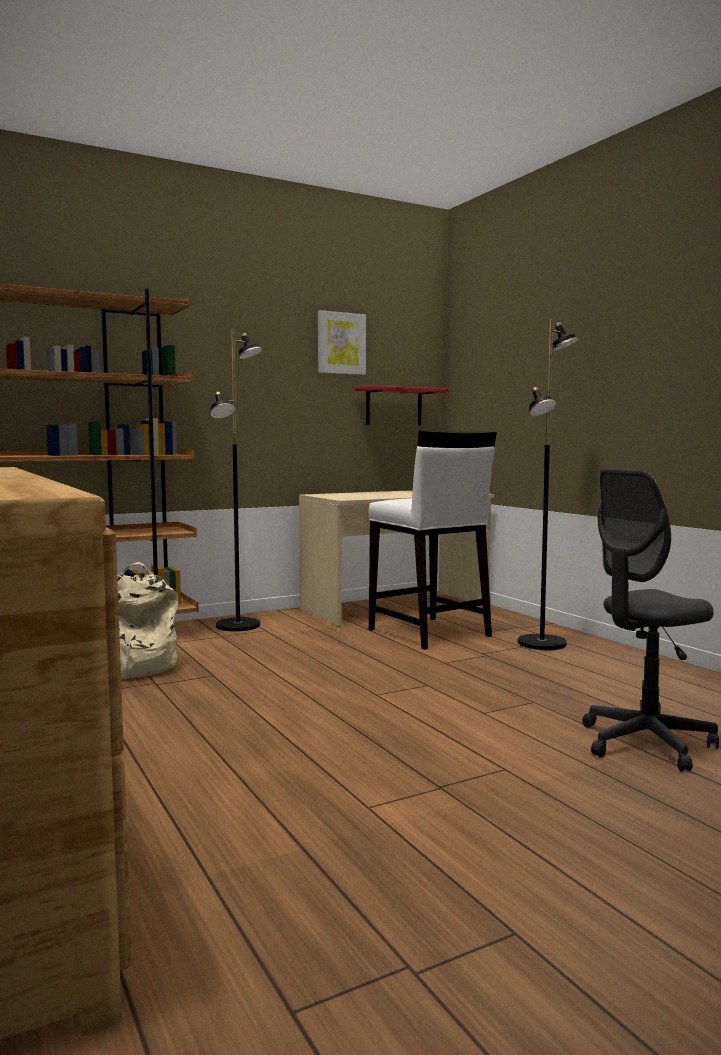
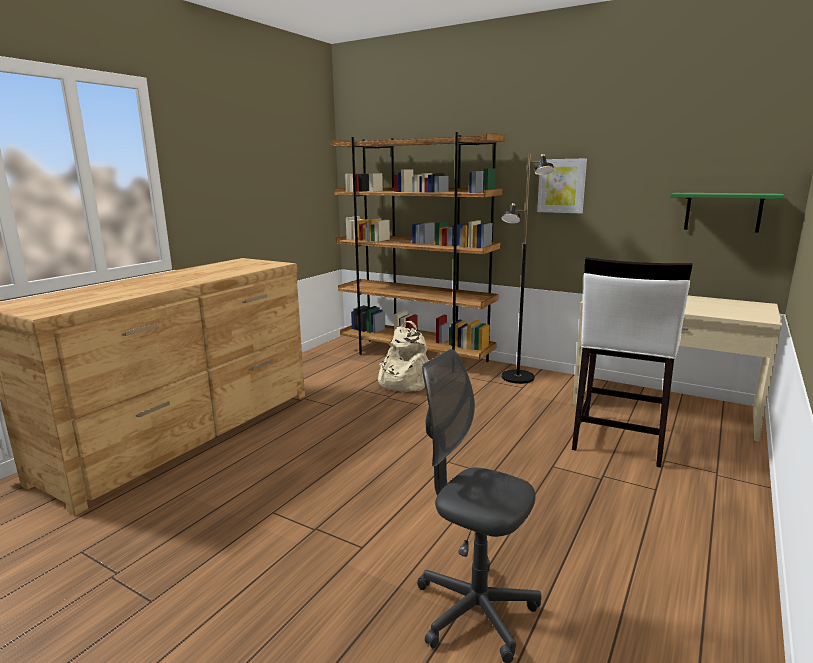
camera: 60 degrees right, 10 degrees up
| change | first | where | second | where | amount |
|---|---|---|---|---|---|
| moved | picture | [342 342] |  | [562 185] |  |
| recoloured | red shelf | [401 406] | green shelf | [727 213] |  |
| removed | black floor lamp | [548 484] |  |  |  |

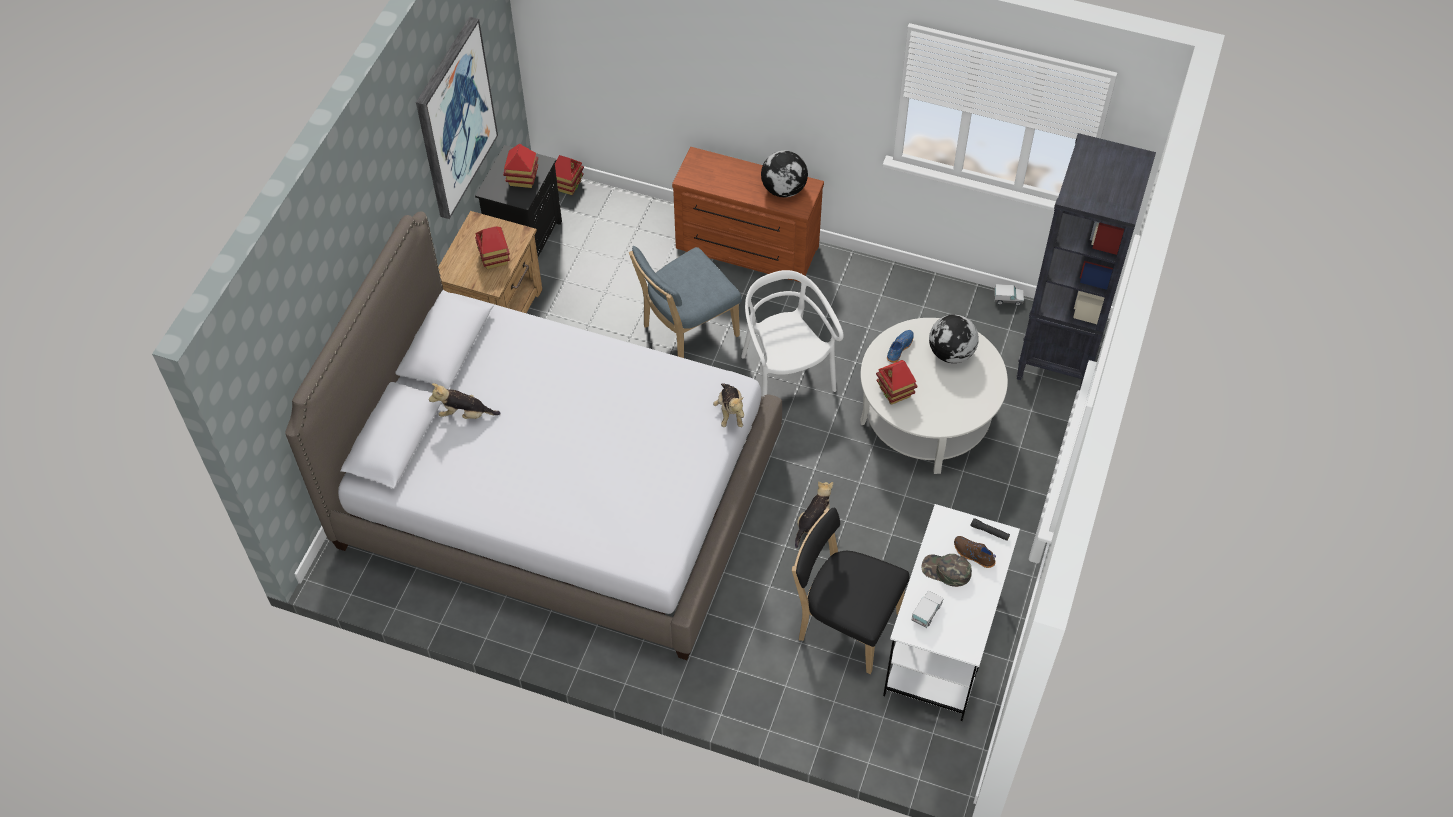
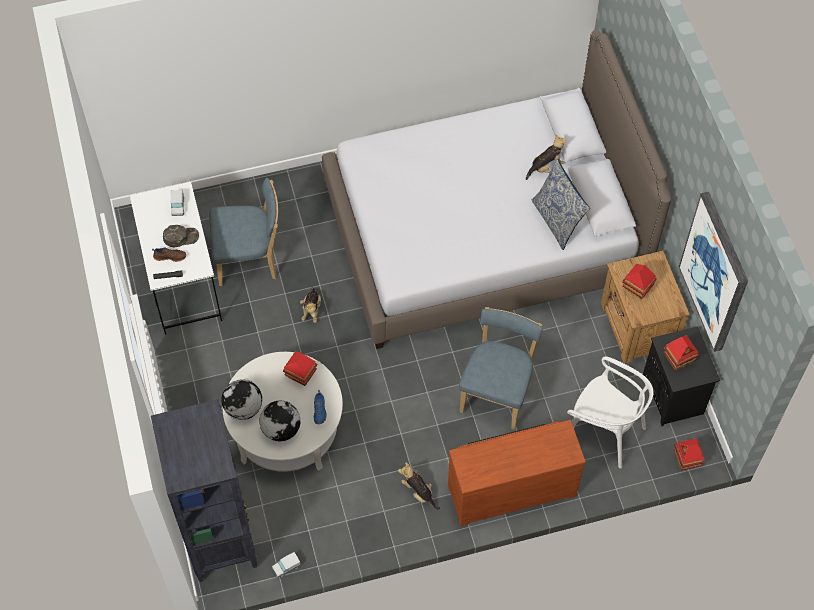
camera: 145 degrees right, 5 degrees up
| change | first | where | second | where | amount |
|---|---|---|---|---|---|
| moved | plush toy | [728 405] |  | [419 486] |  |
| moved | white chair | [792 333] |  | [610 412] |  |
| moved | globe | [784 174] |  | [242 399] |  |
| recoloured | black chair | [850 591] | blue chair | [243 232] |  |
| added |  |  | pillow | [561 204] |  |

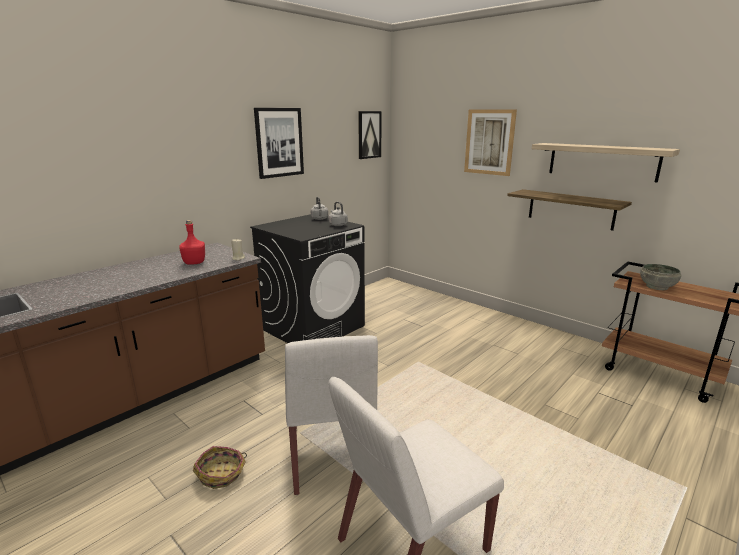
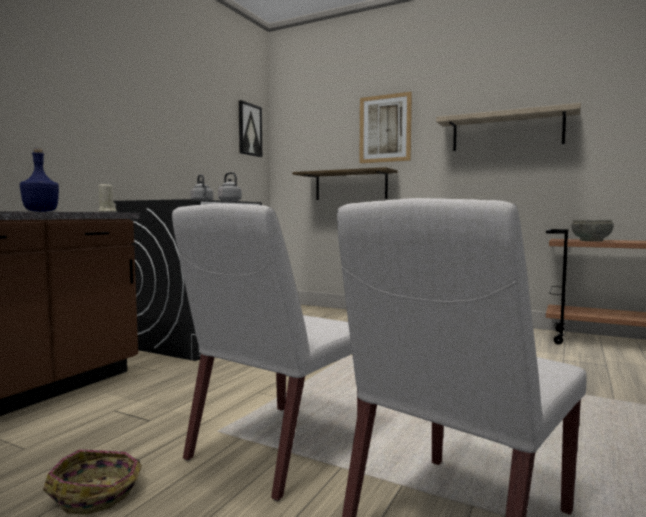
camera: 15 degrees left, 15 degrees down
| change | first | where | second | where | amount |
|---|---|---|---|---|---|
| recoloured | red bottle | [192 242] | blue bottle | [39 180] |  |
| removed | picture | [279 143] |  |  |  |
| turned | white chair | [331 415] |  | [266 352] | 60 degrees clockwise |
| moved | shelf | [569 210] |  | [345 183] |  |

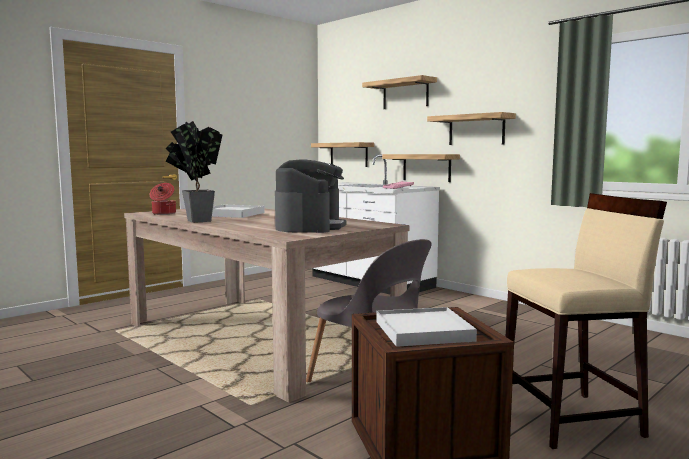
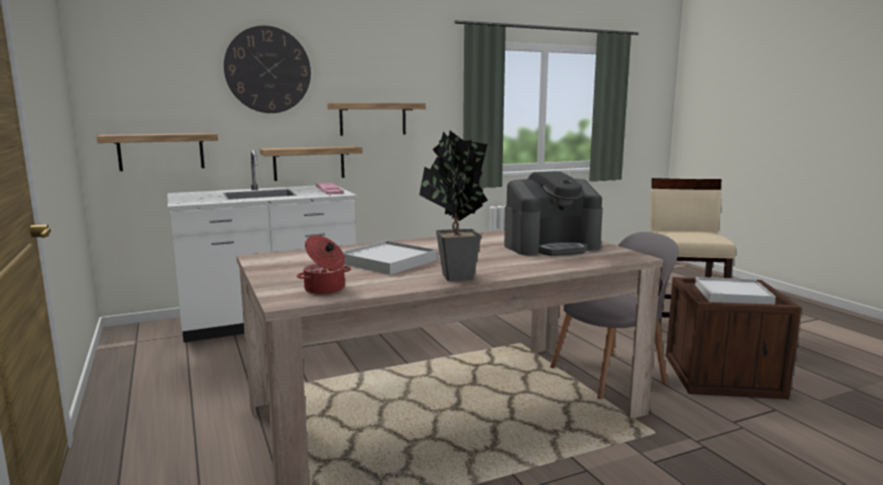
camera: 70 degrees left, 5 degrees up
| change | first | where | second | where | amount |
|---|---|---|---|---|---|
| turned | coffee machine | [310 196] |  | [553 213] | 135 degrees clockwise |
| replaced | shelf | [399 92] | wall clock | [267 69] |  |

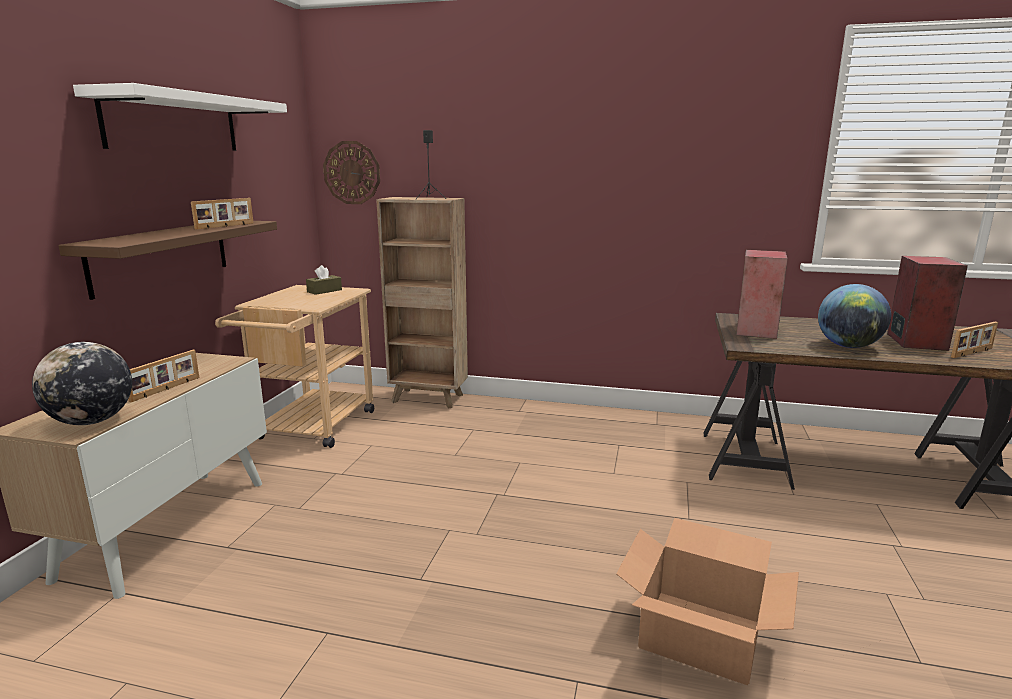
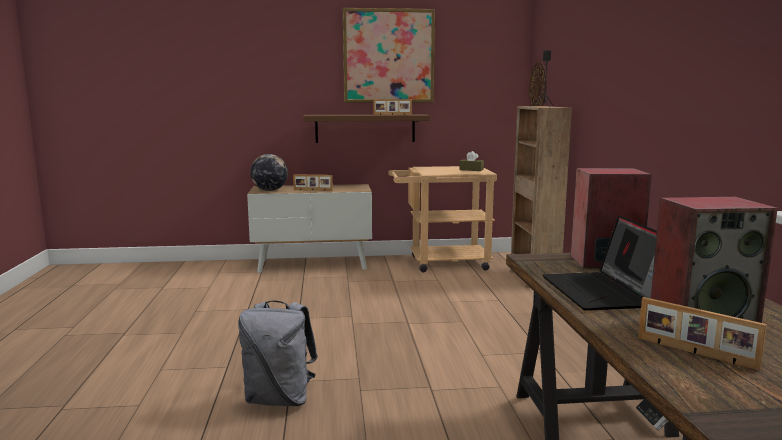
camera: 70 degrees right, 5 degrees down
| change | first | where | second | where | amount |
|---|---|---|---|---|---|
| replaced | white shelf | [180 117] | picture | [389 55] |  |
| replaced | cardboard box | [707 601] | grey backpack | [278 353] |  |
| replaced | globe | [854 316] | laptop | [600 263] |  |

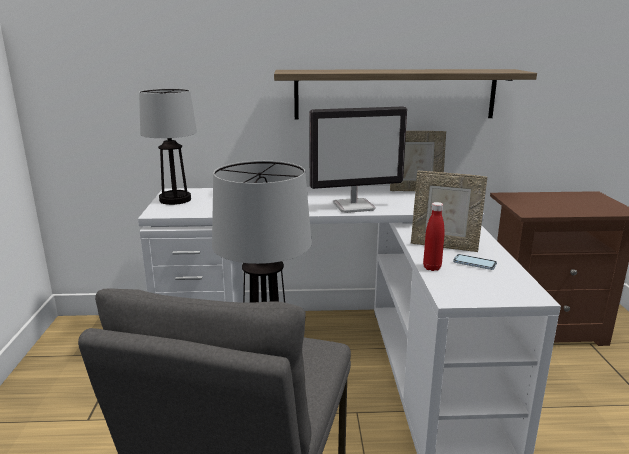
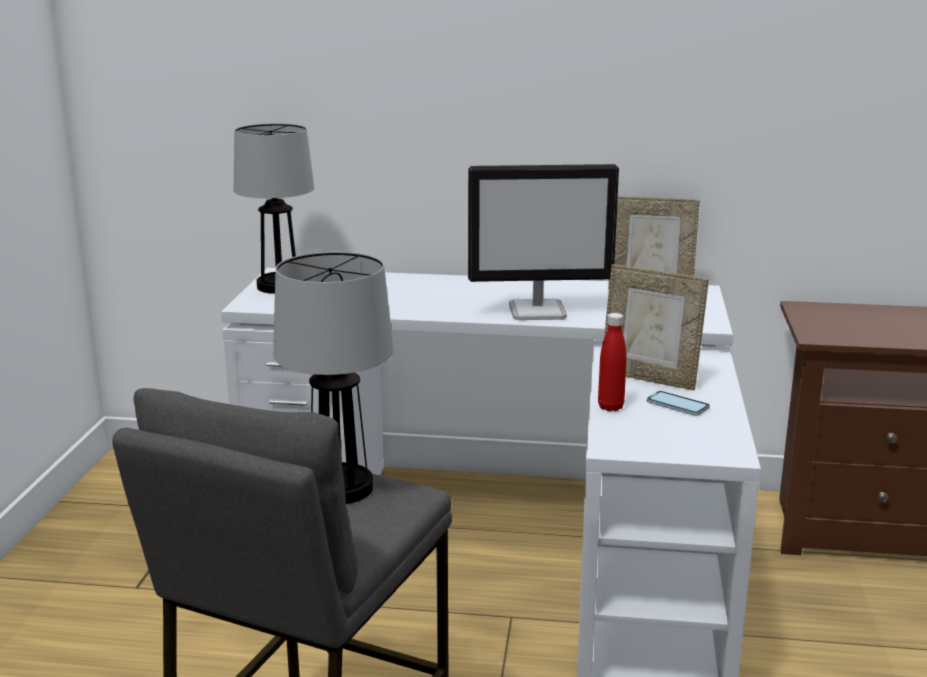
camera: 10 degrees right, 0 degrees up
| change | first | where | second | where | amount |
|---|---|---|---|---|---|
| removed | shelf | [405 94] |  |  |  |

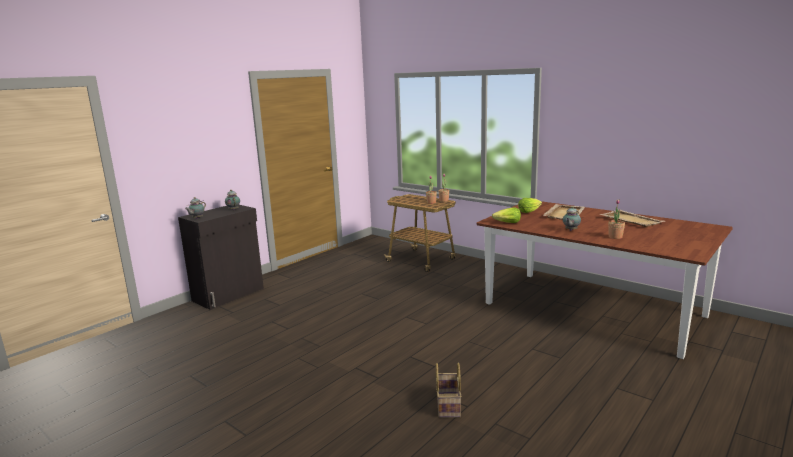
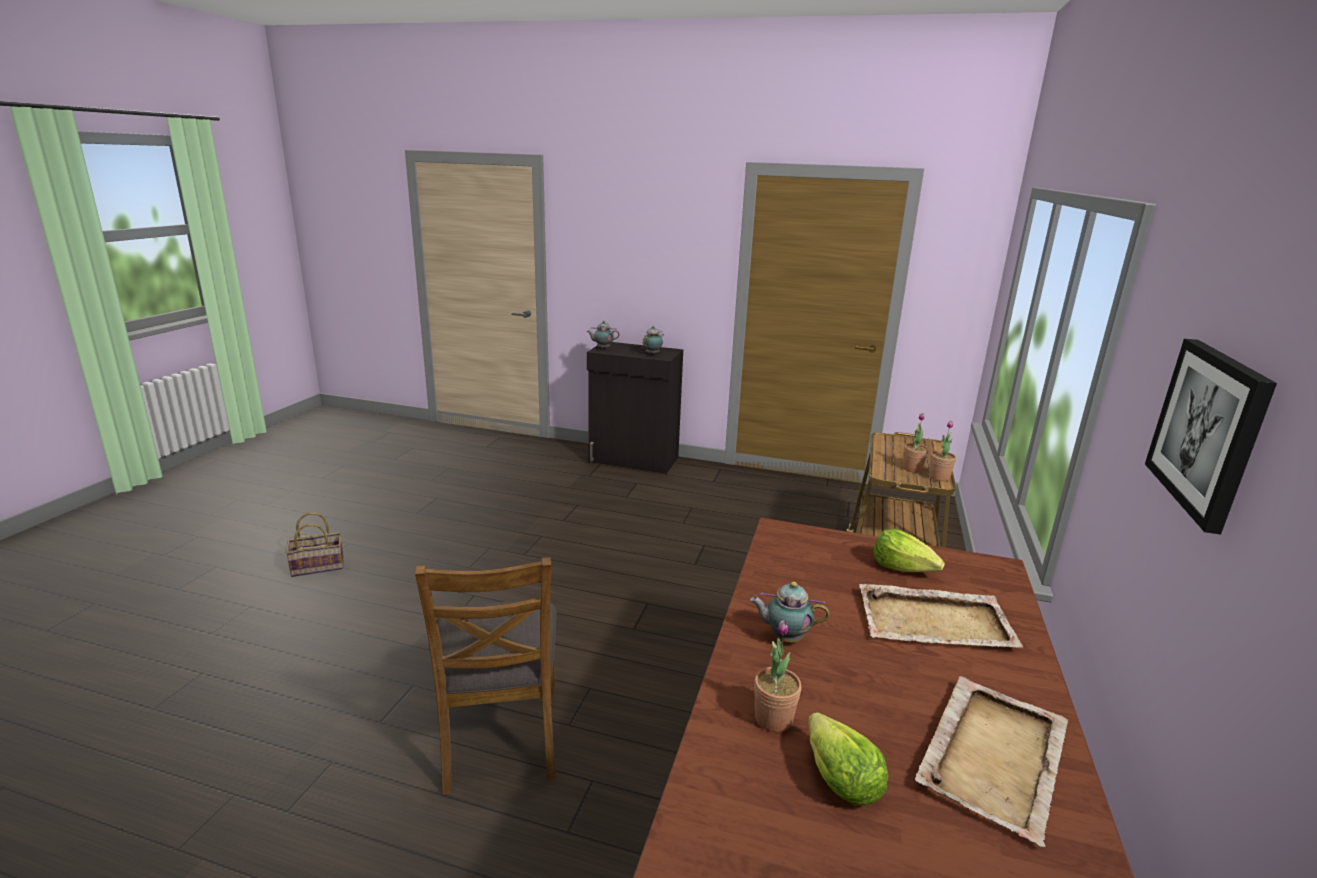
camera: 65 degrees right, 5 degrees up
| change | first | where | second | where | amount |
|---|---|---|---|---|---|
| moved | basket | [449 390] |  | [314 544] |  |
| moved | lettuce | [506 215] |  | [848 759] |  |
| added |  |  | brown chair | [486 676] |  |
| added |  |  | picture | [1211 437] |  |

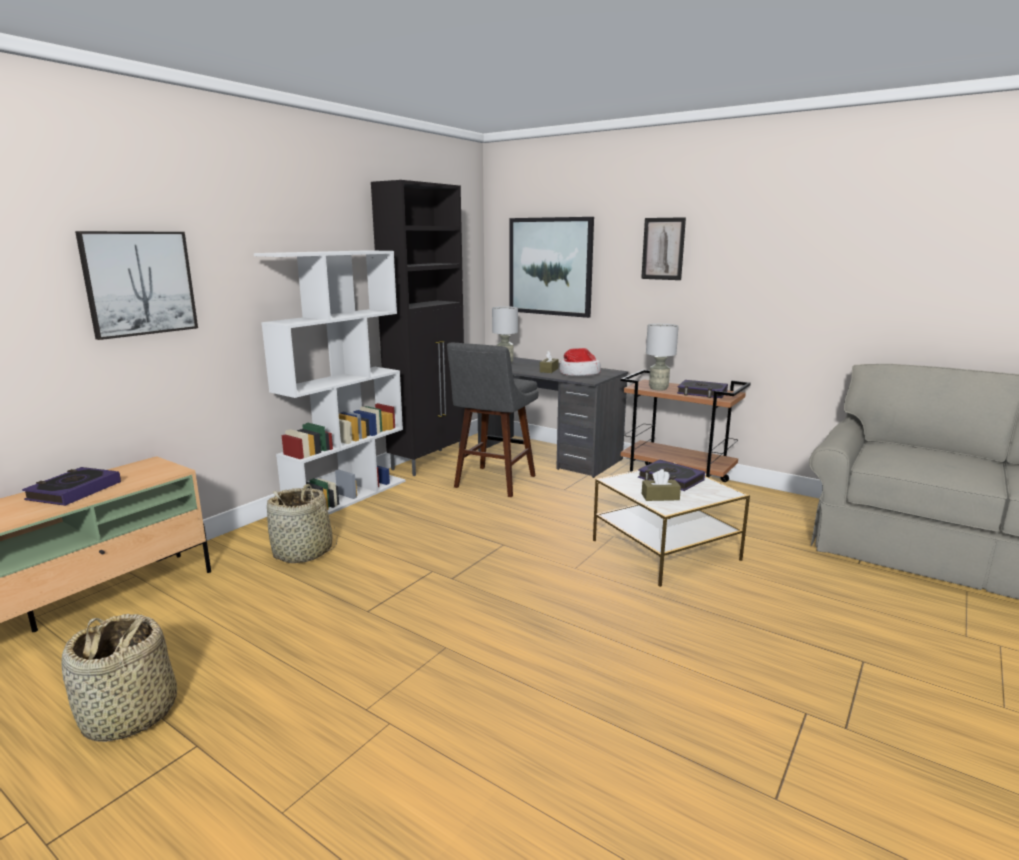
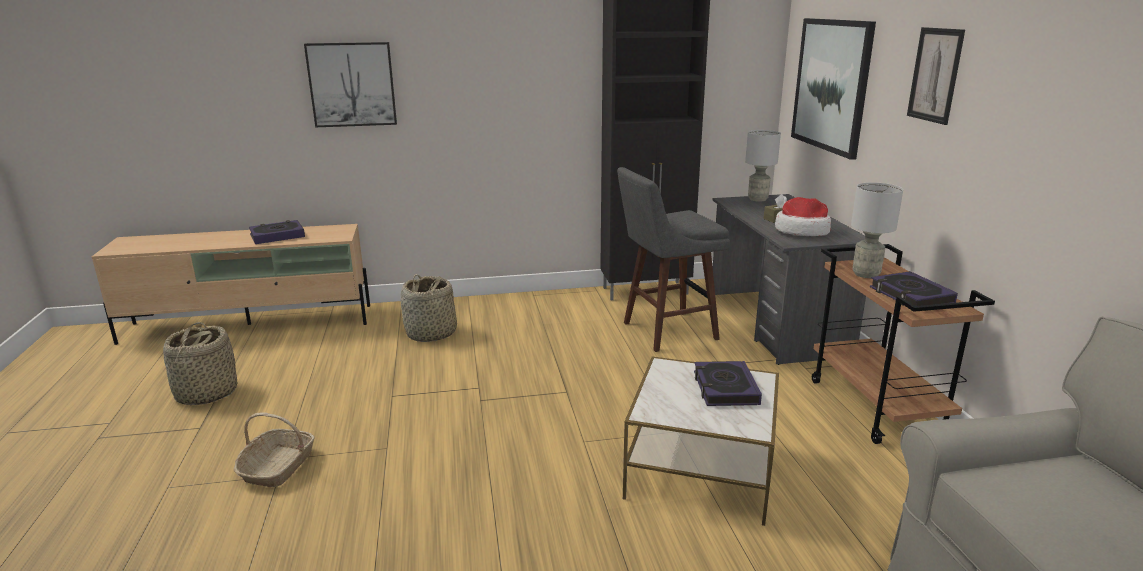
camera: 45 degrees right, 5 degrees up
| change | first | where | second | where | amount |
|---|---|---|---|---|---|
| removed | white bookcase | [330 382] |  |  |  |
| removed | brown tissue box | [661 485] |  |  |  |
| added |  |  | basket | [274 449] |  |

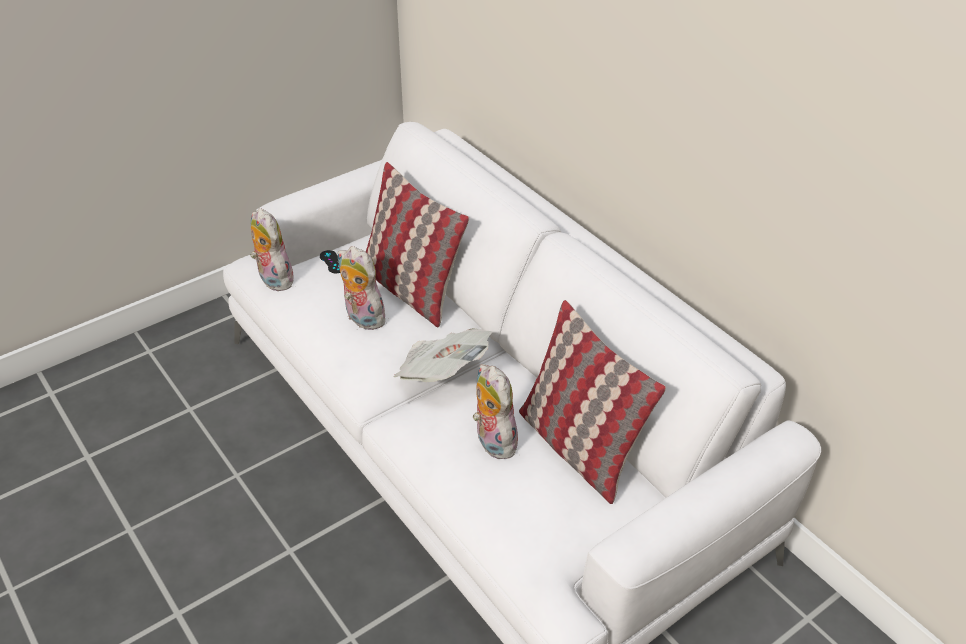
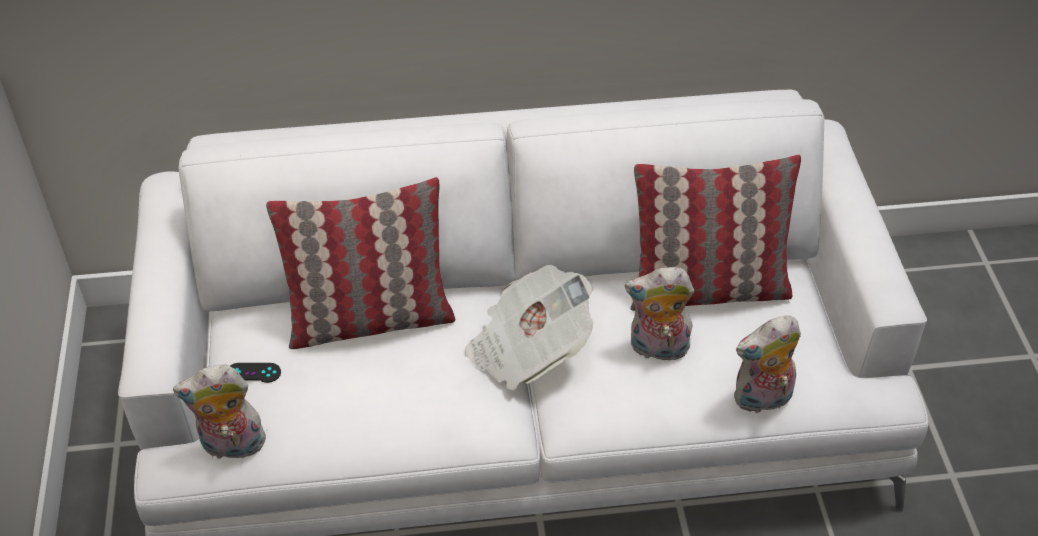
camera: 60 degrees left, 5 degrees up
| change | first | where | second | where | amount |
|---|---|---|---|---|---|
| moved | plush toy | [362 288] |  | [767 364] |  |

